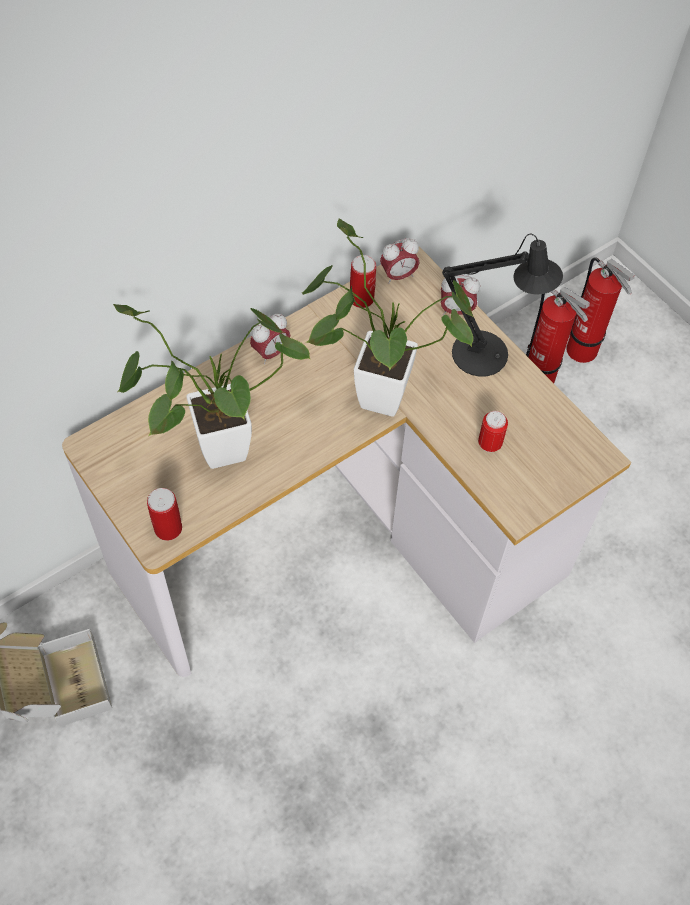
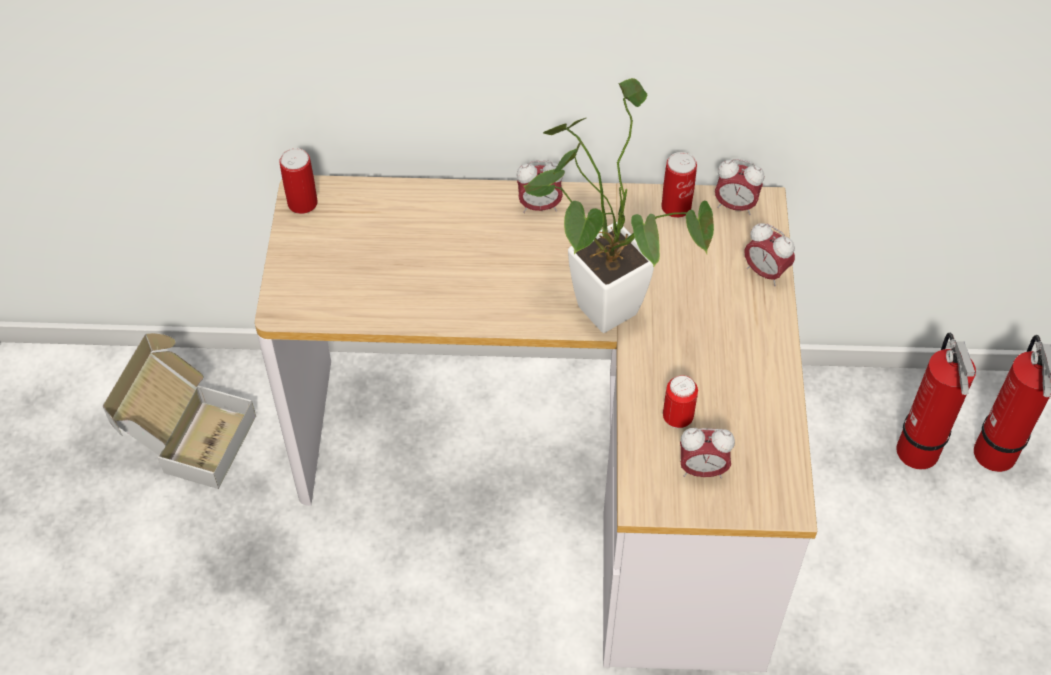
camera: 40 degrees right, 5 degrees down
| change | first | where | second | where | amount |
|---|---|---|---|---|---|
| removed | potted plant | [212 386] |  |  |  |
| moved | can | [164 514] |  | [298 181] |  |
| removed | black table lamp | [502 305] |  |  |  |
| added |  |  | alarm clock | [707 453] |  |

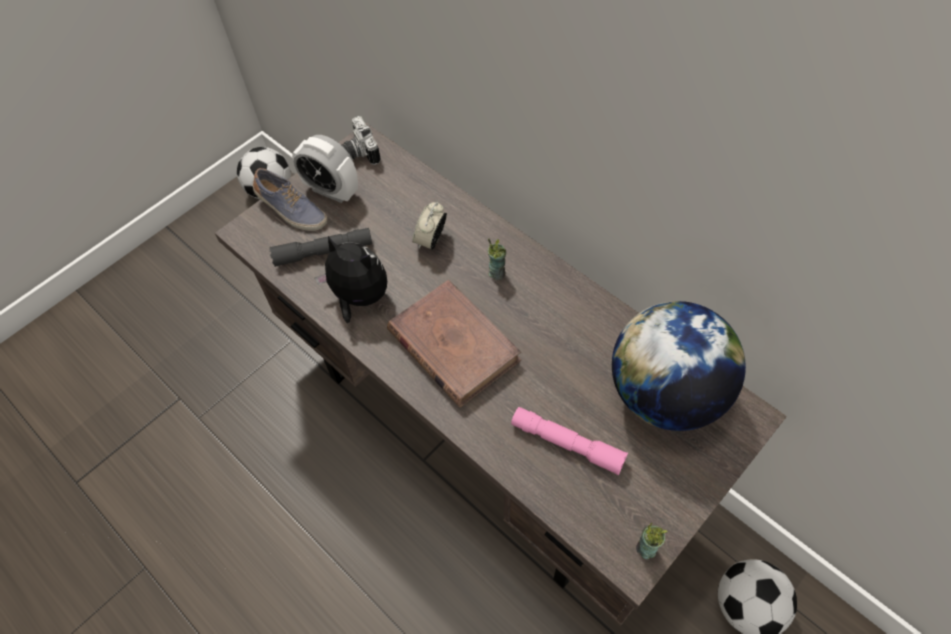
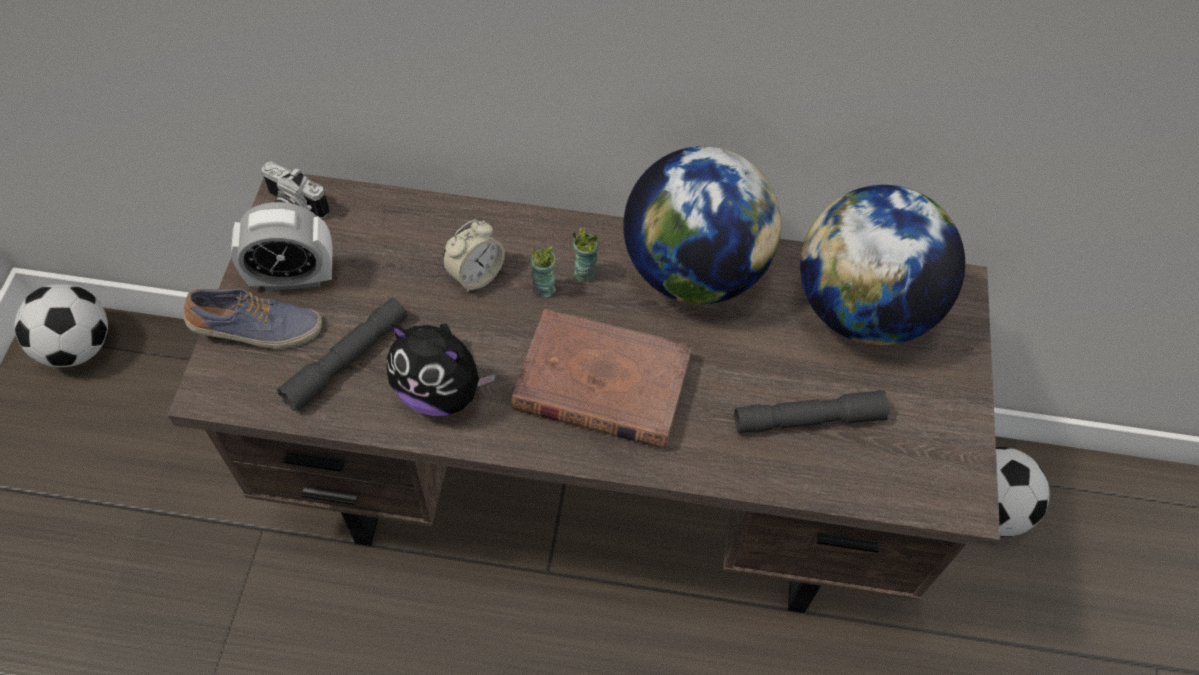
camera: 40 degrees left, 0 degrees up
| change | first | where | second | where | amount |
|---|---|---|---|---|---|
| turned | plush toy | [351 279] |  | [441 369] | 150 degrees counterclockwise |
| turned | alarm clock | [429 226] |  | [473 256] | 120 degrees counterclockwise |
| recoloured | pink flashlight | [569 441] | grey flashlight | [812 411] |  |
| moved | cup | [652 541] |  | [543 272] |  |
| added |  |  | globe | [702 225] |  |

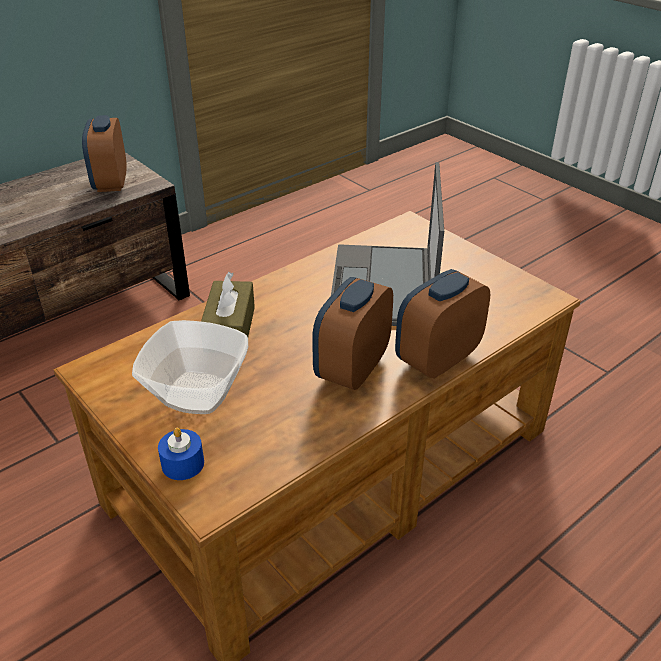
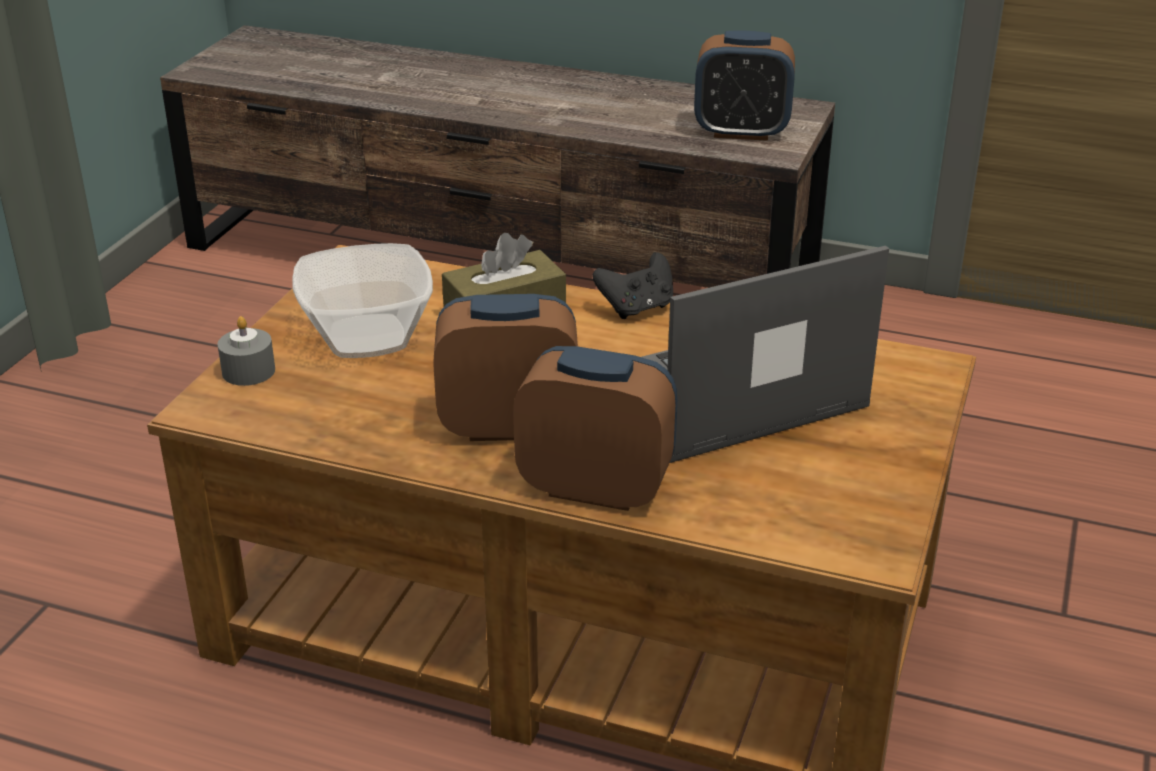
camera: 60 degrees right, 5 degrees down
| change | first | where | second | where | amount |
|---|---|---|---|---|---|
| turned | alarm clock | [104 153] |  | [744 85] | 135 degrees counterclockwise |
| recoloured | blue candle | [181 454] | grey candle | [246 351] |  |
| added |  |  | black game controller | [633 285] |  |

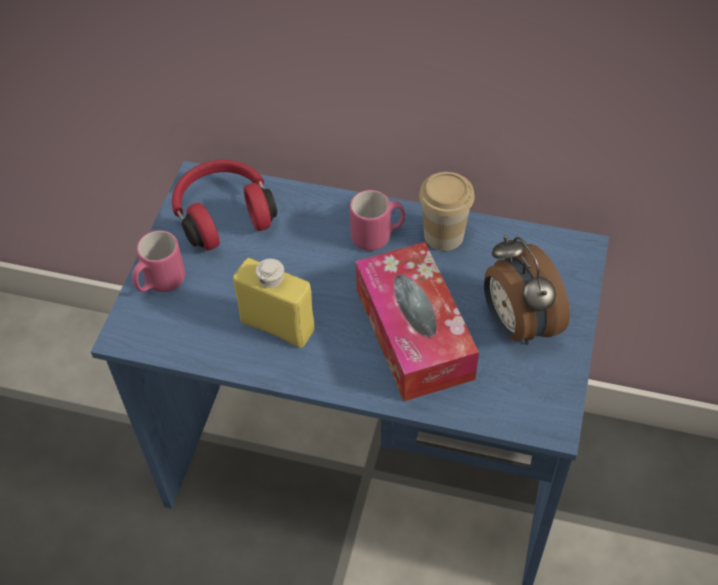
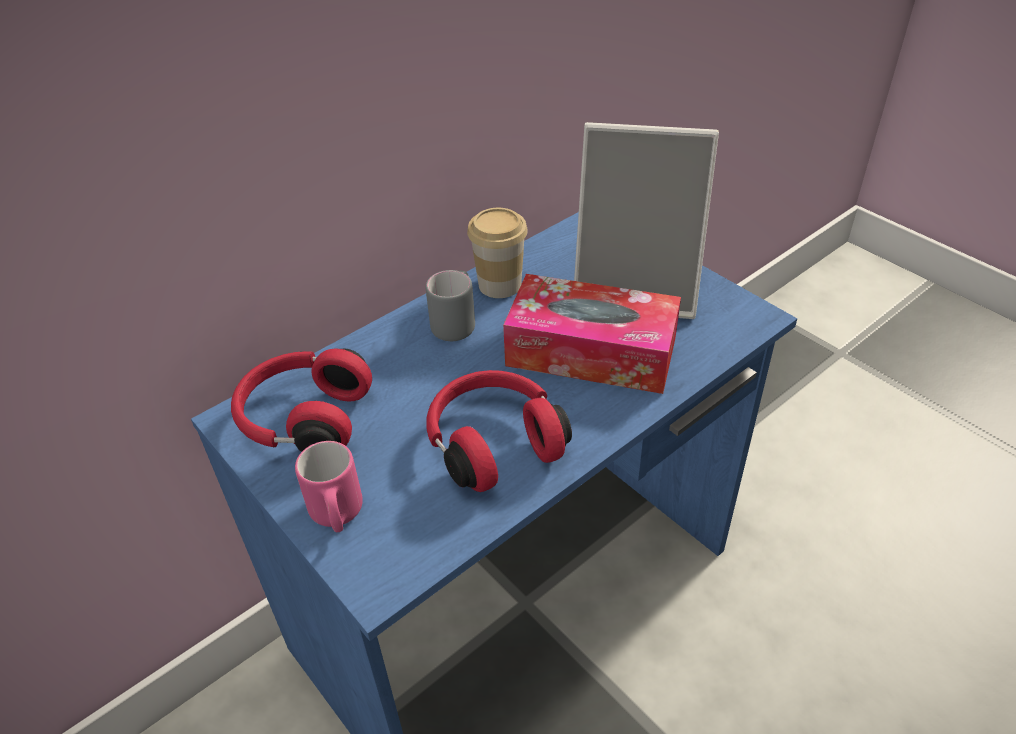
camera: 55 degrees left, 10 degrees down
| change | first | where | second | where | amount |
|---|---|---|---|---|---|
| replaced | yellow bottle | [274 303] | red headphones | [499 431] |  |
| recoloured | pink mug | [377 220] | grey mug | [450 305] |  |
| replaced | alarm clock | [527 290] | picture frame | [646 220] |  |

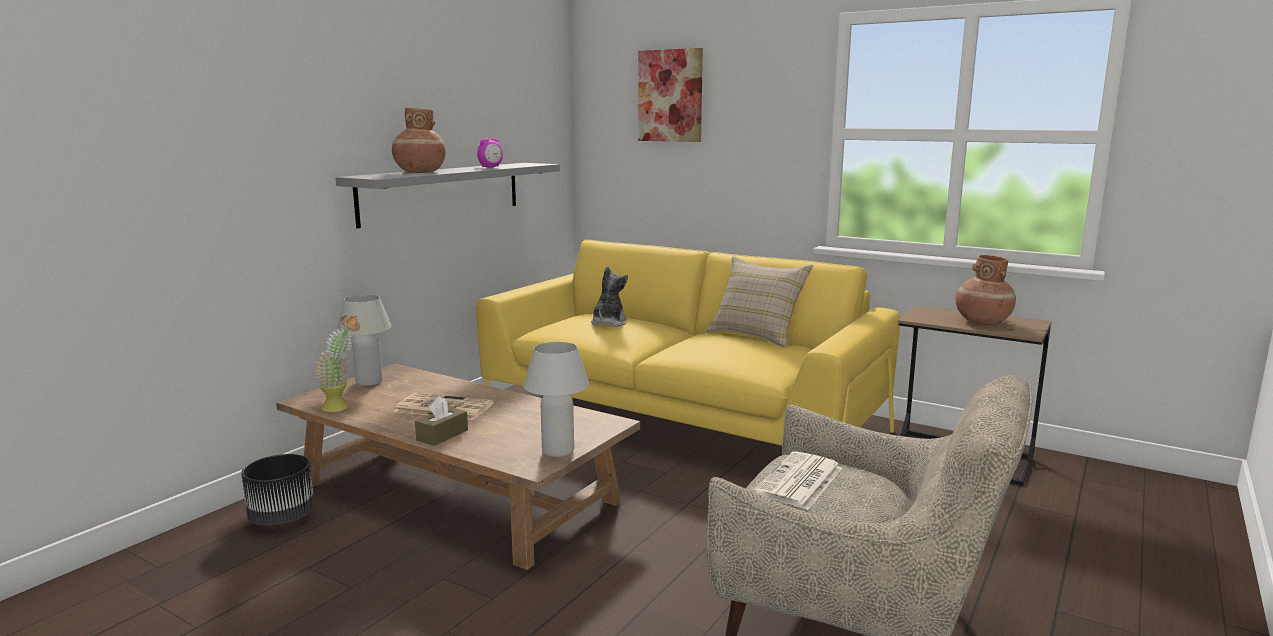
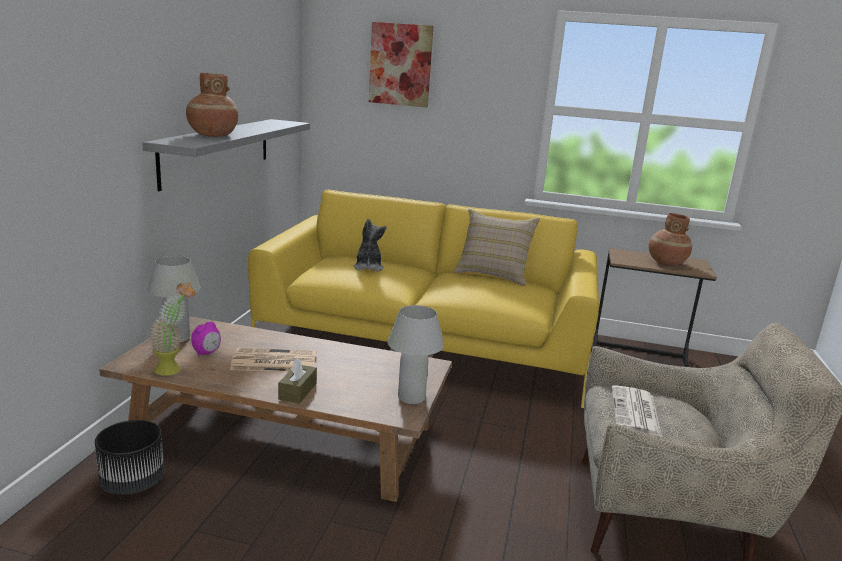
camera: 20 degrees left, 5 degrees up
| change | first | where | second | where | amount |
|---|---|---|---|---|---|
| moved | alarm clock | [490 153] |  | [206 339] |  |

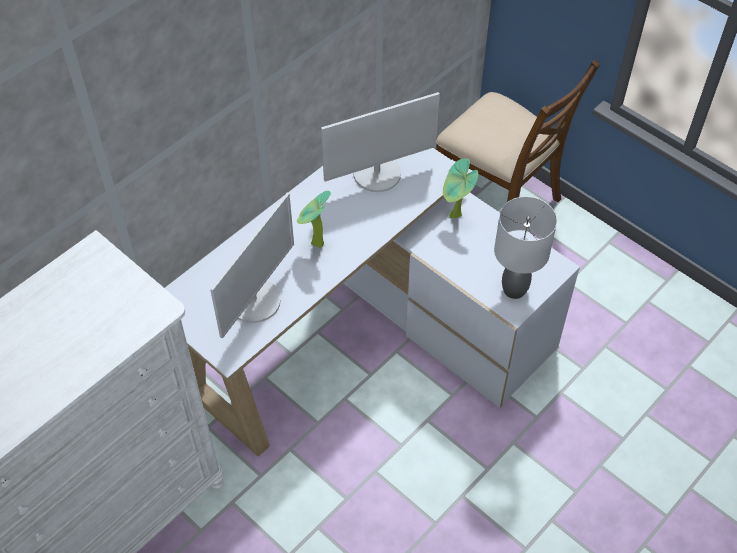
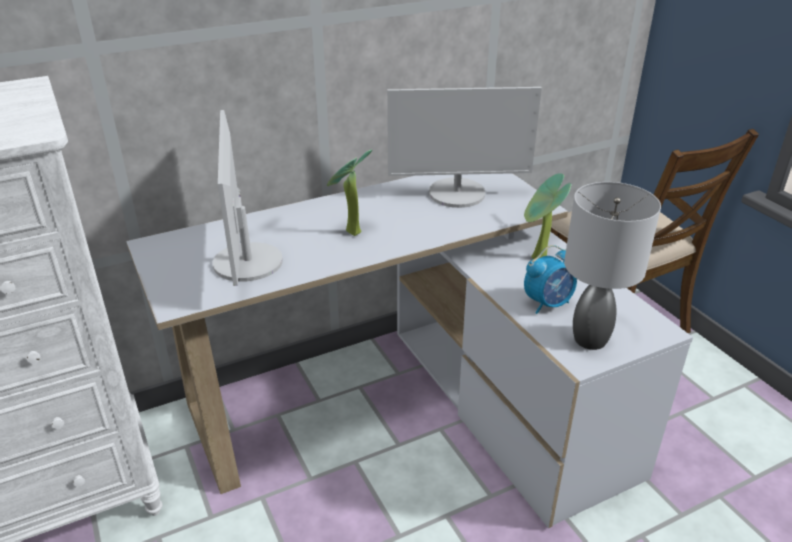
camera: 20 degrees right, 20 degrees down
| change | first | where | second | where | amount |
|---|---|---|---|---|---|
| turned | monitor | [252 266] |  | [248 198] | 120 degrees clockwise |
| added |  |  | alarm clock | [550 279] |  |

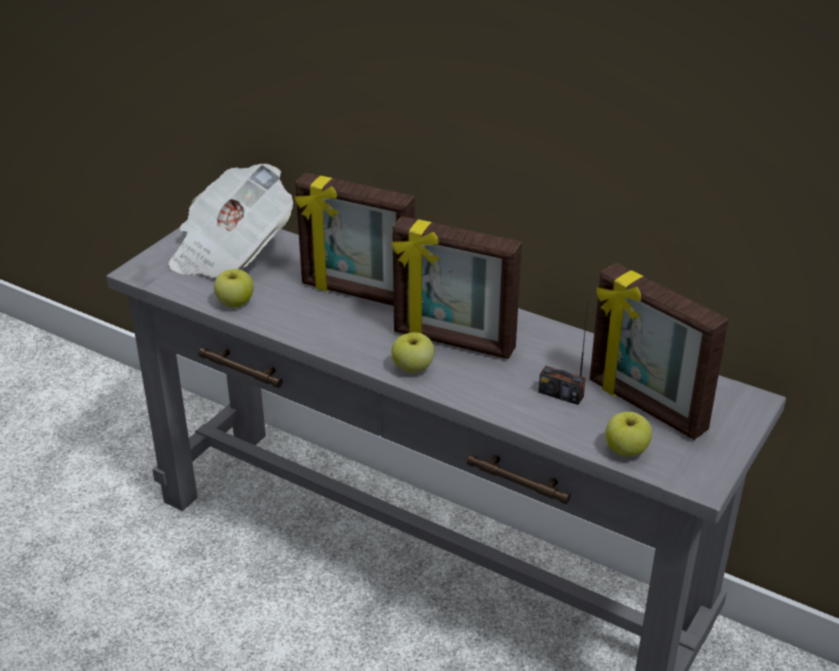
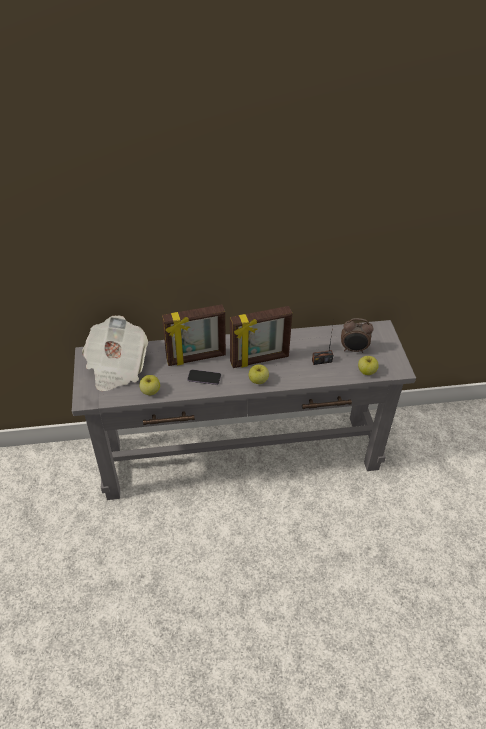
camera: 40 degrees left, 10 degrees up
| change | first | where | second | where | amount |
|---|---|---|---|---|---|
| replaced | picture frame | [659 351] | alarm clock | [357 335] |  |
| added |  |  | phone | [204 377] |  |

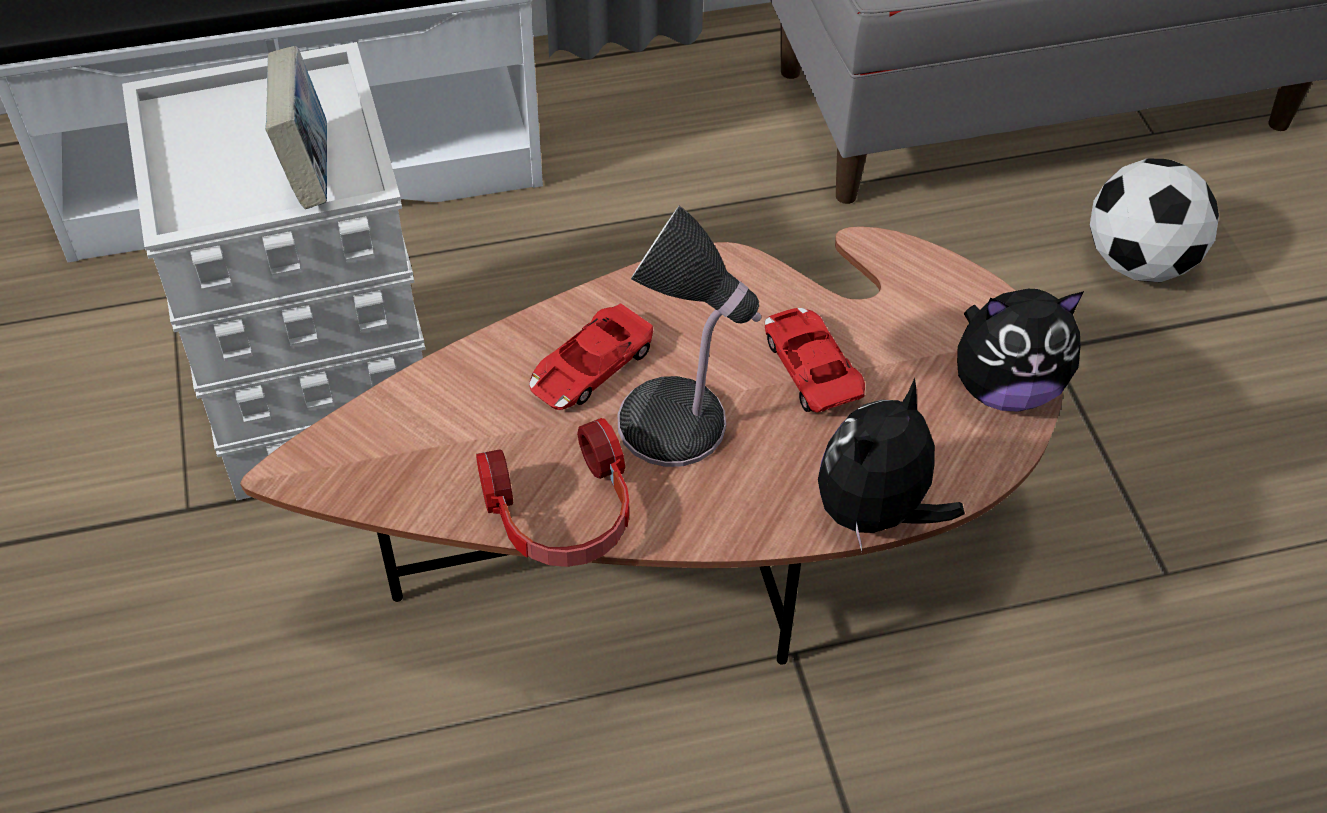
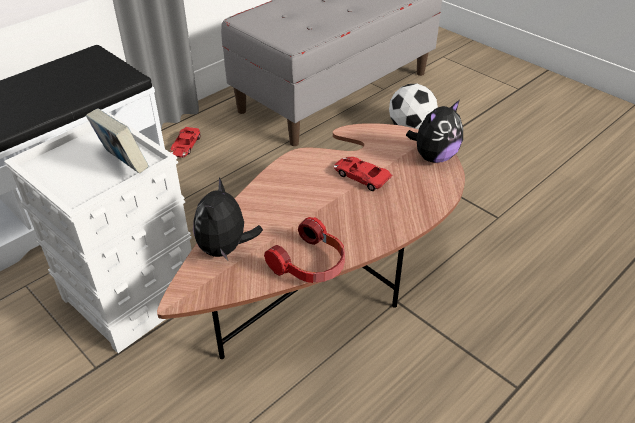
camera: 30 degrees left, 10 degrees down
| change | first | where | second | where | amount |
|---|---|---|---|---|---|
| moved | red toy car | [591 356] |  | [185 142] |  |
| removed | table lamp | [689 336] |  |  |  |
| moved | plush toy | [891 464] |  | [228 218] |  |

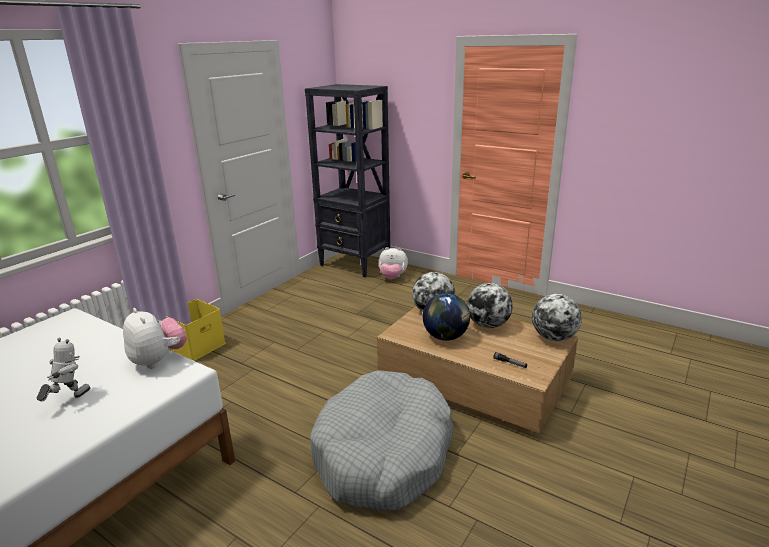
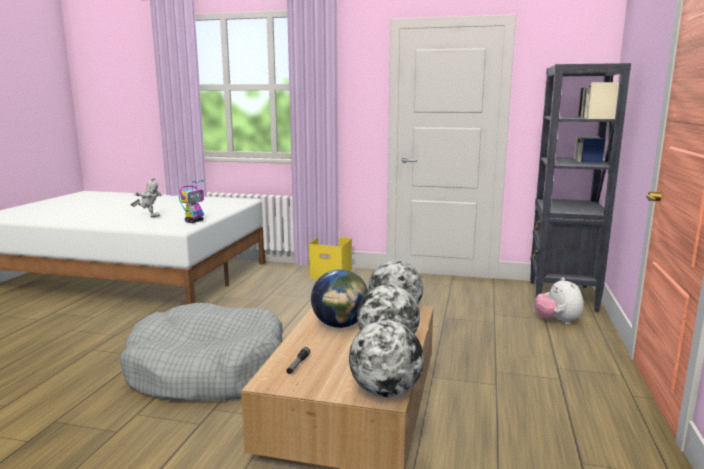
camera: 70 degrees right, 10 degrees down
| change | first | where | second | where | amount |
|---|---|---|---|---|---|
| replaced | plush toy | [155 338] | toy robot | [191 201] |  |

